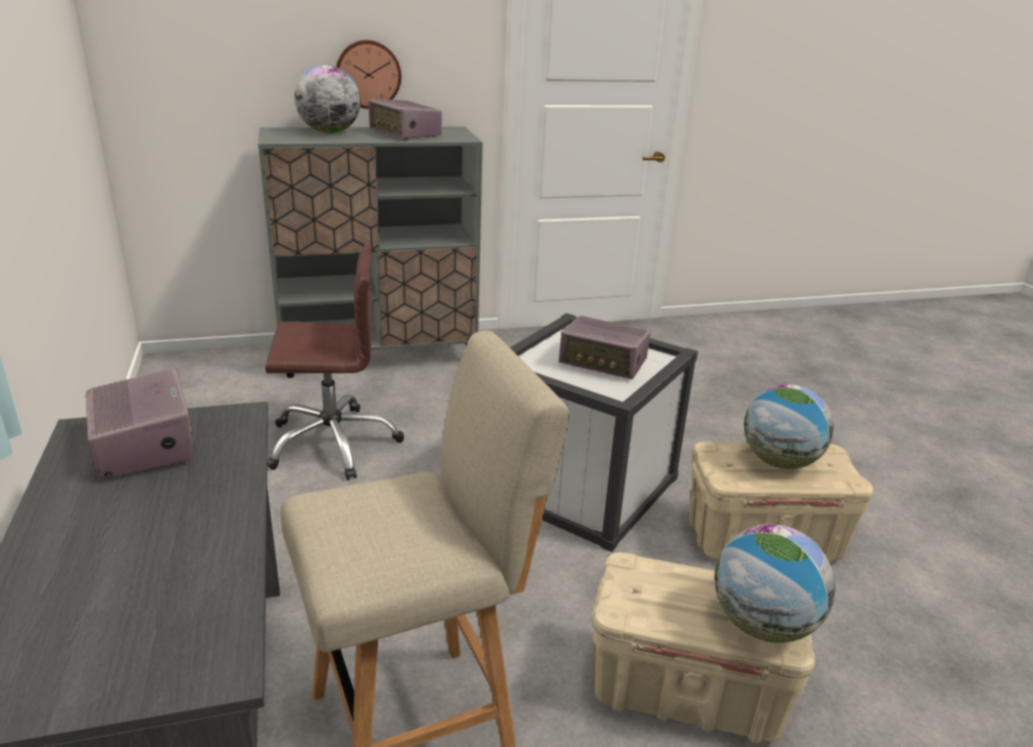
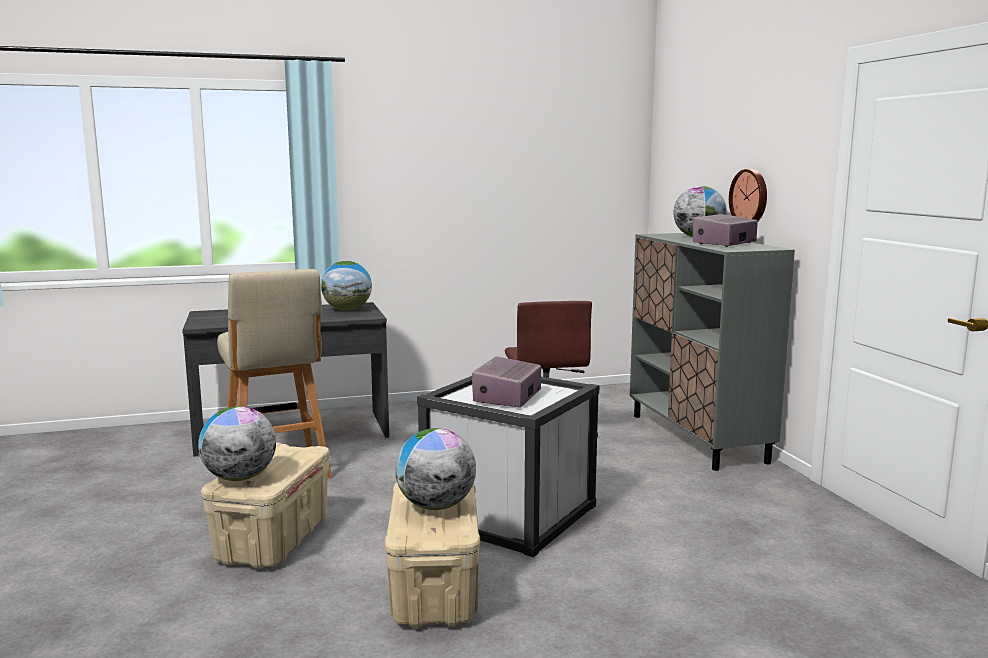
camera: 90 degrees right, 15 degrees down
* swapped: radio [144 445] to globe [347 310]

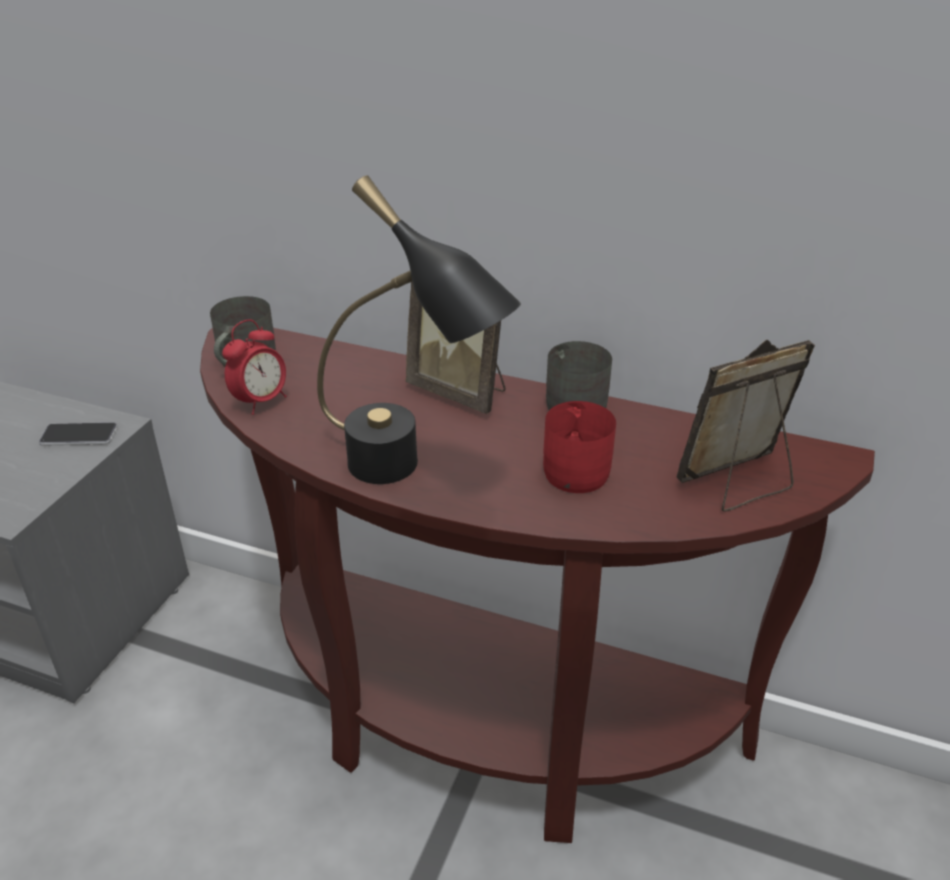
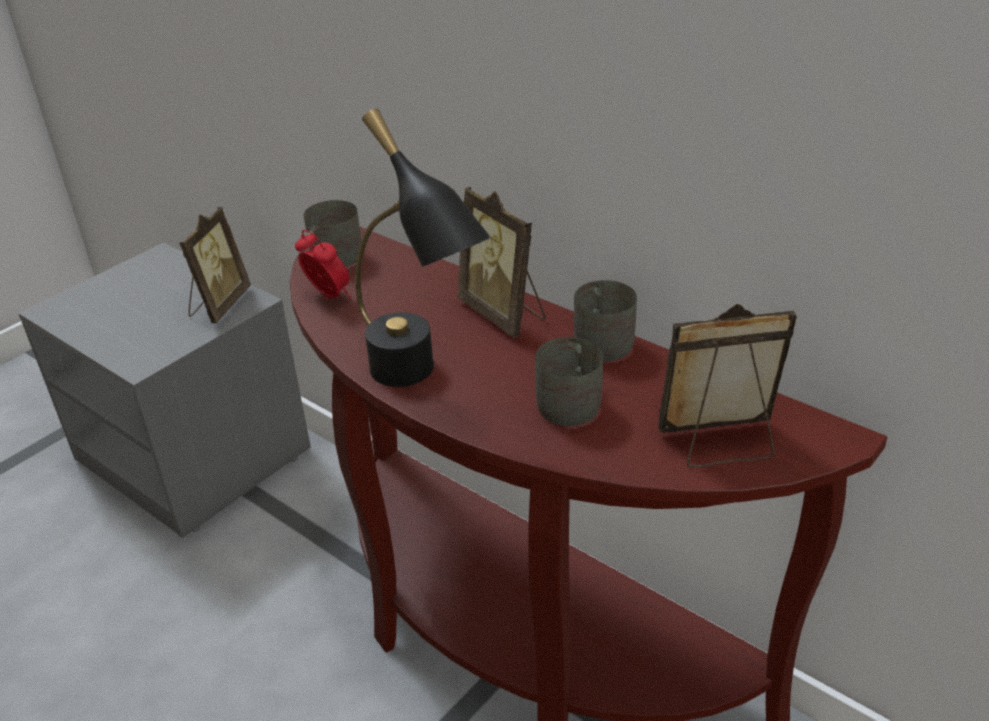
camera: 20 degrees right, 0 degrees up
* swapped: phone [79 435] to picture frame [219 305]
* rotated: alarm clock [261 401] = [328 297] 105 degrees counterclockwise
* repainted: red mug [577 467] to grey mug [573 401]

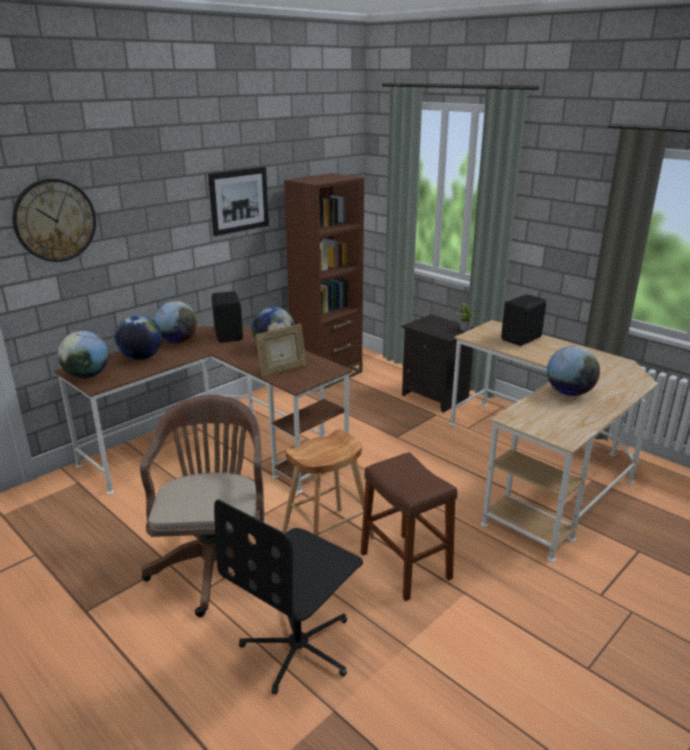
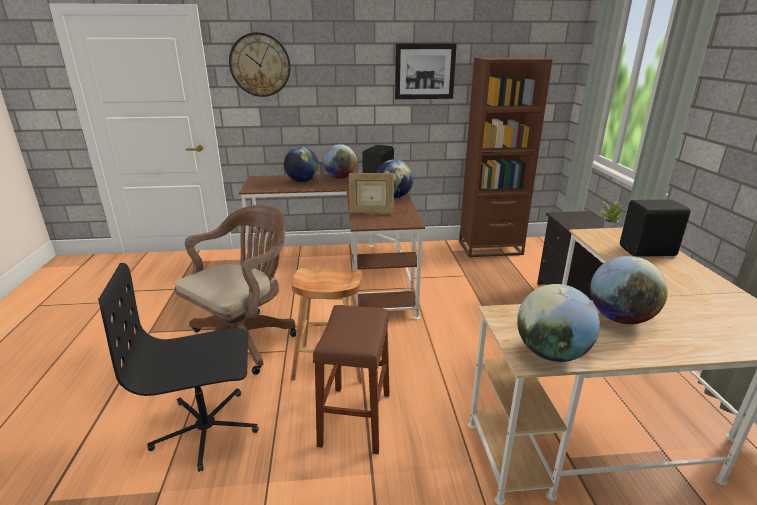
camera: 40 degrees right, 0 degrees up
* shifted: globe [87 376] to [551 353]

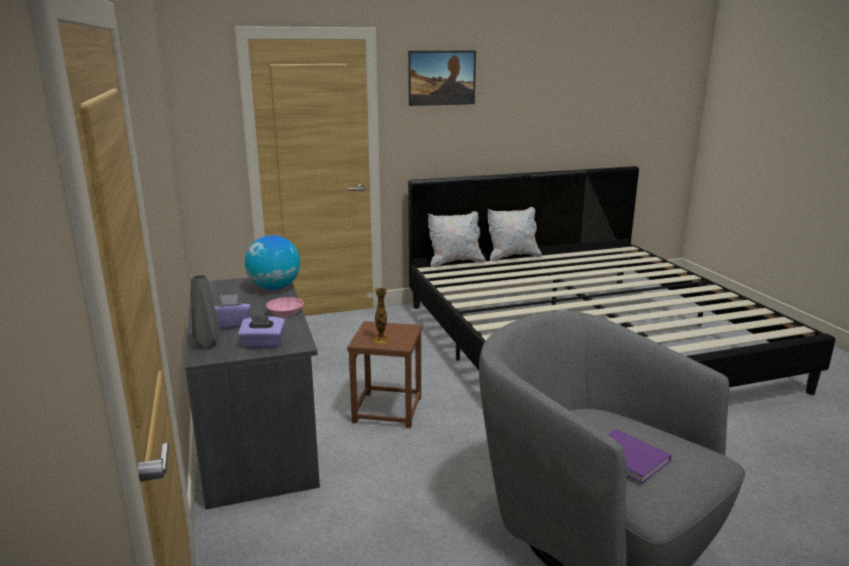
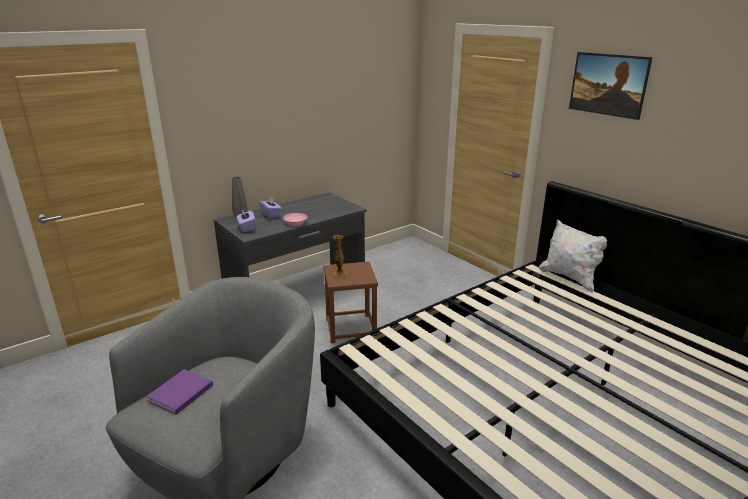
camera: 70 degrees right, 5 degrees up
* gone: globe [274 287]
* gone: white pillow [512 257]

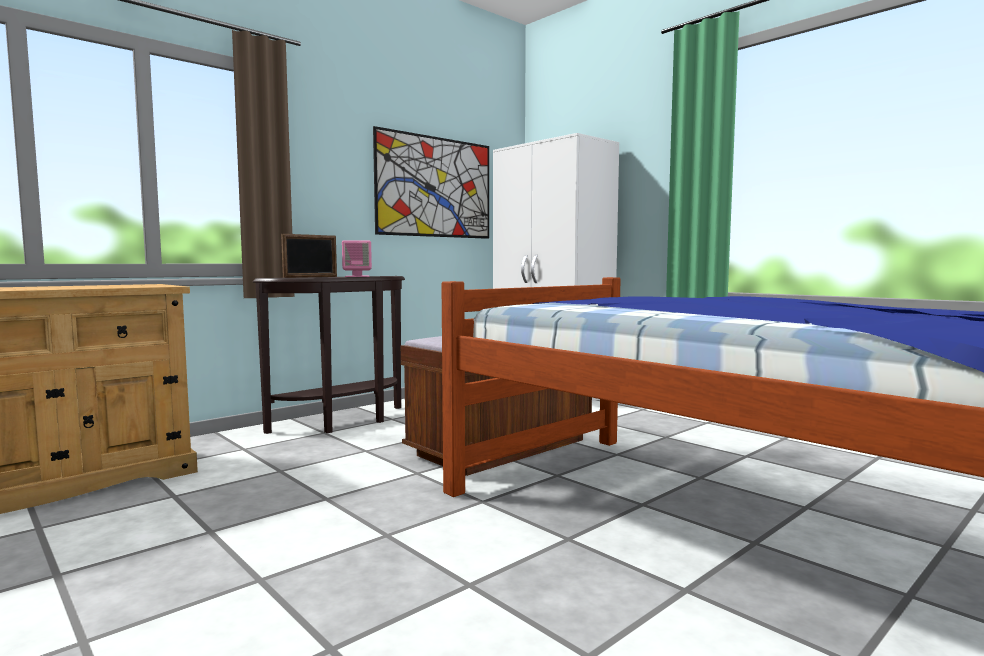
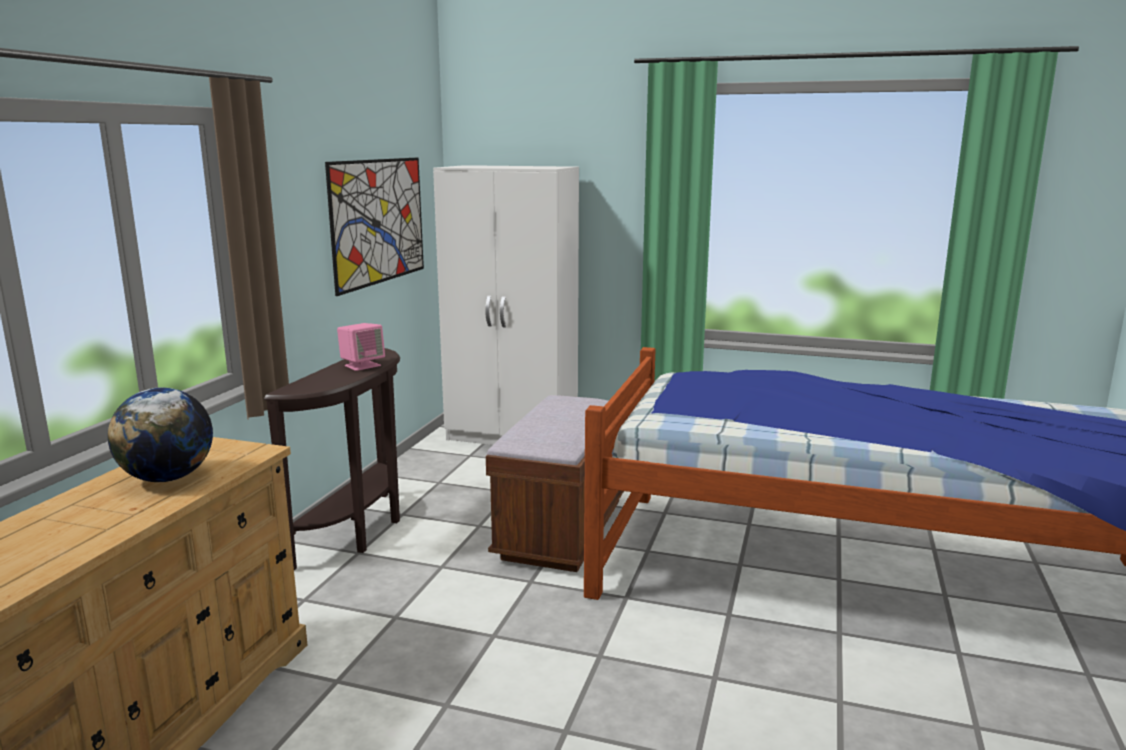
camera: 30 degrees left, 10 degrees up
* gone: picture frame [311 277]
* new: globe [168 478]

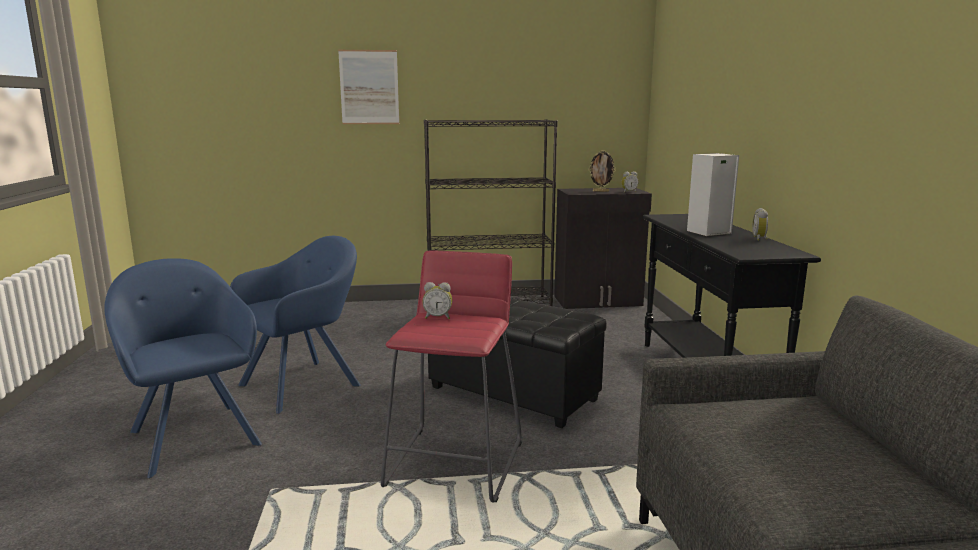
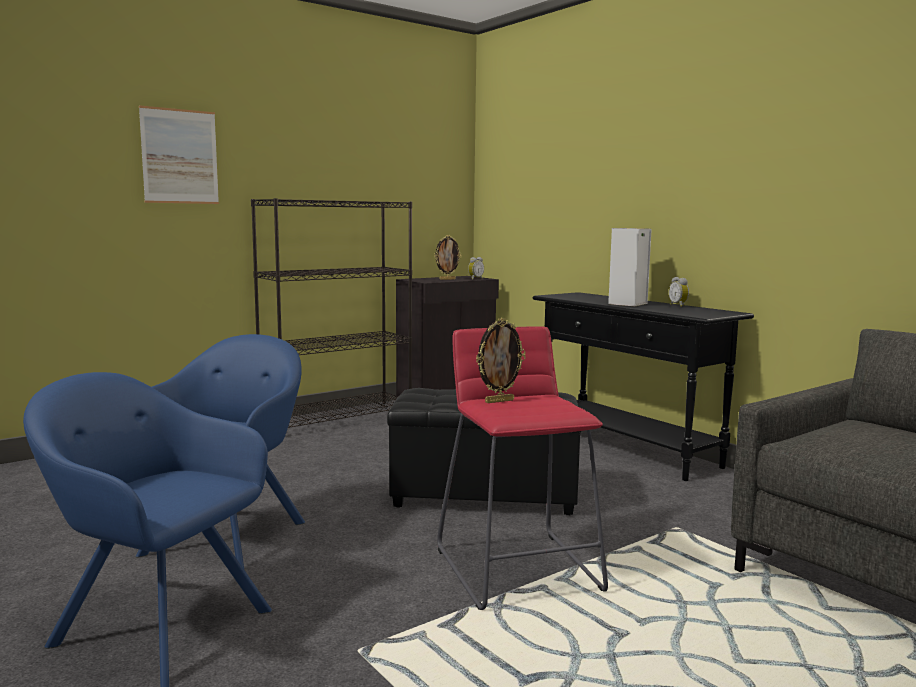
camera: 30 degrees left, 5 degrees down
* swapped: alarm clock [438 317] to picture frame [499 401]

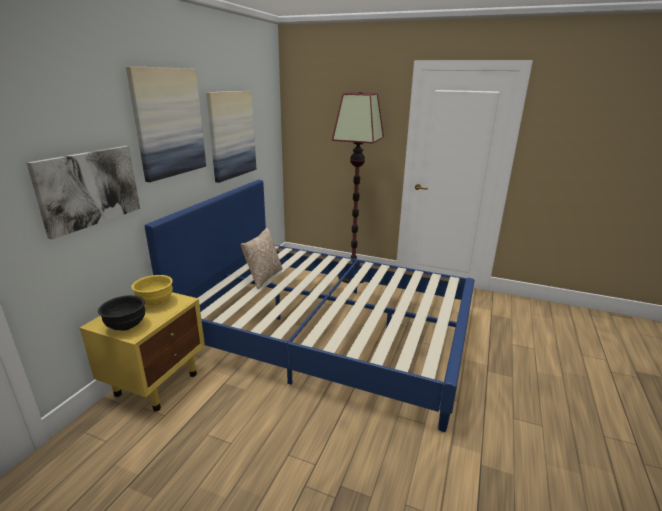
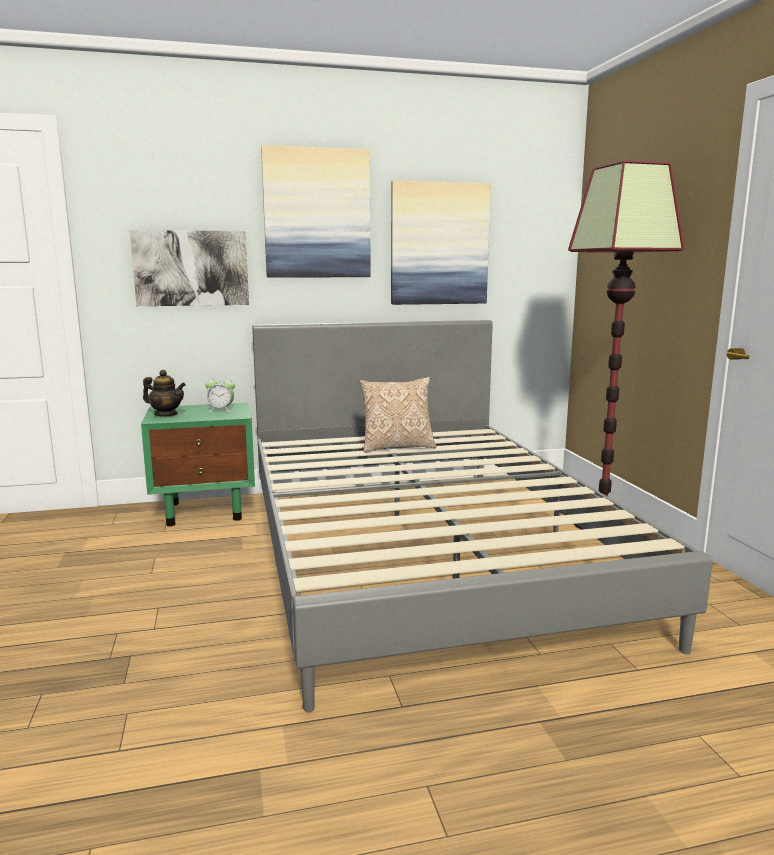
camera: 55 degrees right, 10 degrees down
* repainted: yellow nightstand [157 383] to green nightstand [206 511]
* swapped: black bowl [126 326] to teapot [166 415]
* swapped: yellow bowl [155 302] to alarm clock [221 410]
* repainted: blue bed [328 331] to grey bed [424 554]

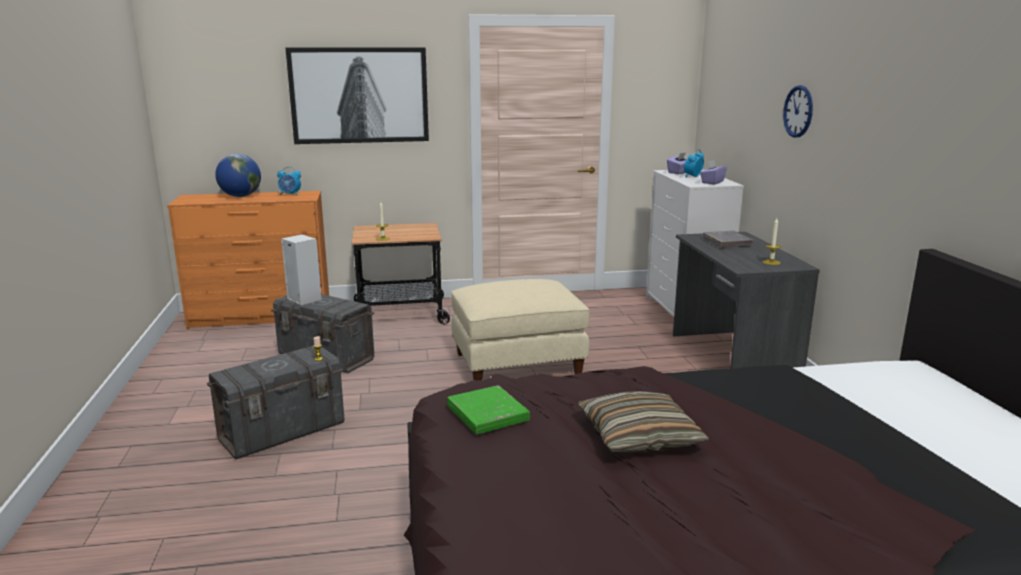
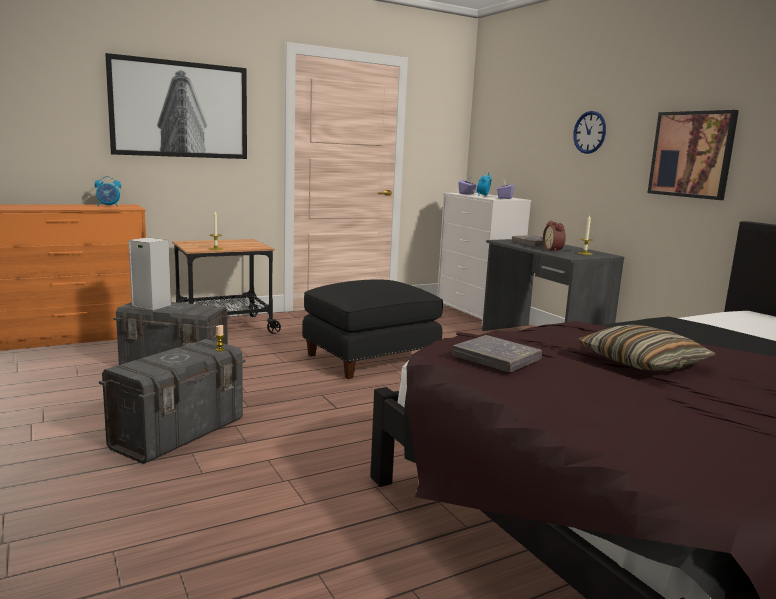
camera: 20 degrees left, 5 degrees down
* gone: globe [240 196]
* repainted: green book [487 414] to grey book [496 359]
* repainted: beige ottoman [518 363] to black ottoman [370 358]
* new: alarm clock [554 250]
* new: picture [691 154]

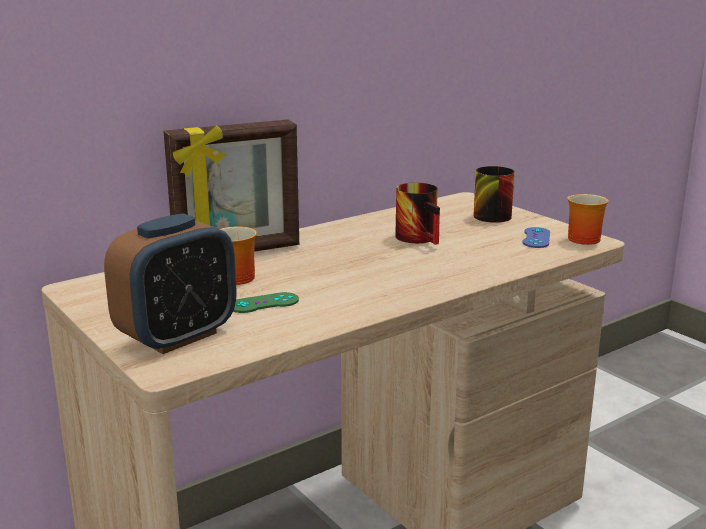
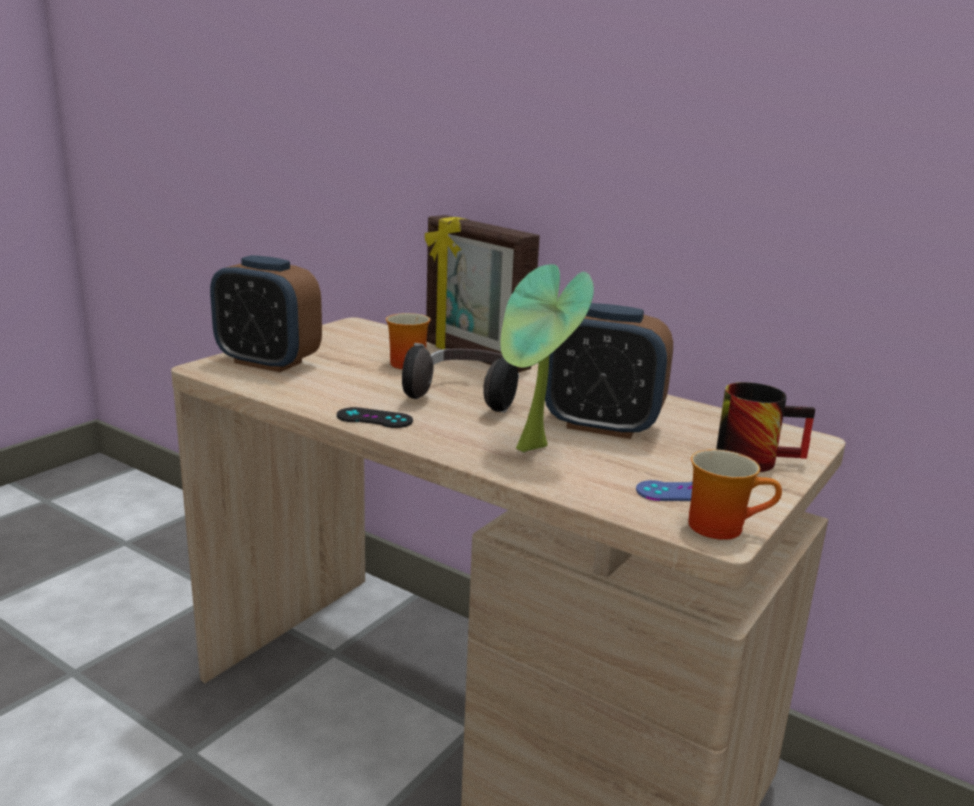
camera: 70 degrees right, 0 degrees up
* gone: green game controller [264 303]
* swapped: mug [423 238] to alarm clock [602 426]
* new: black game controller [374 418]
* new: headphones [466 397]
* new: potted plant [532 450]

